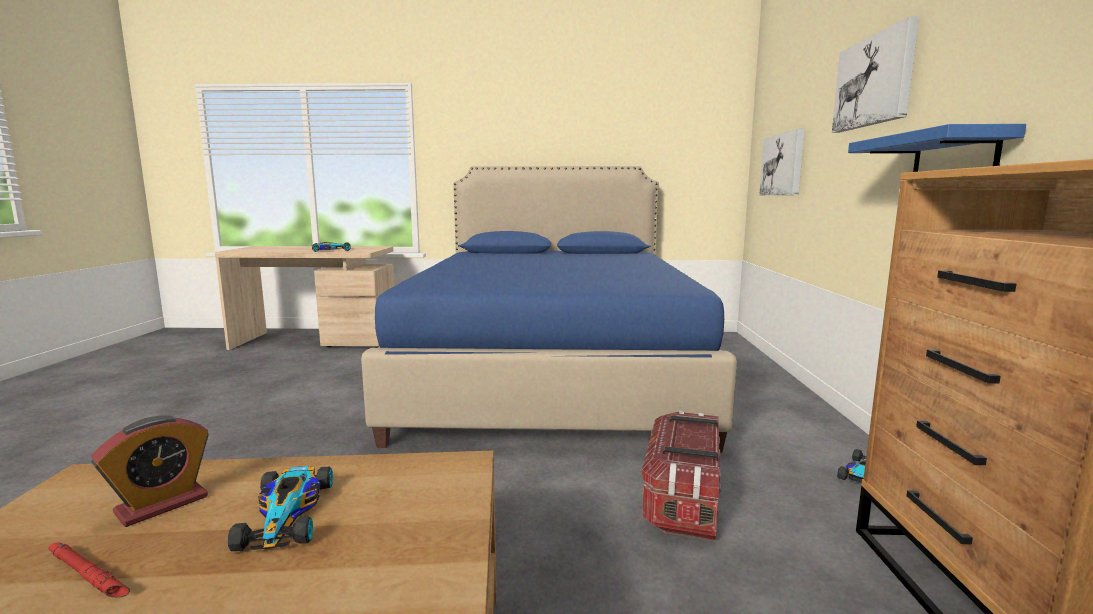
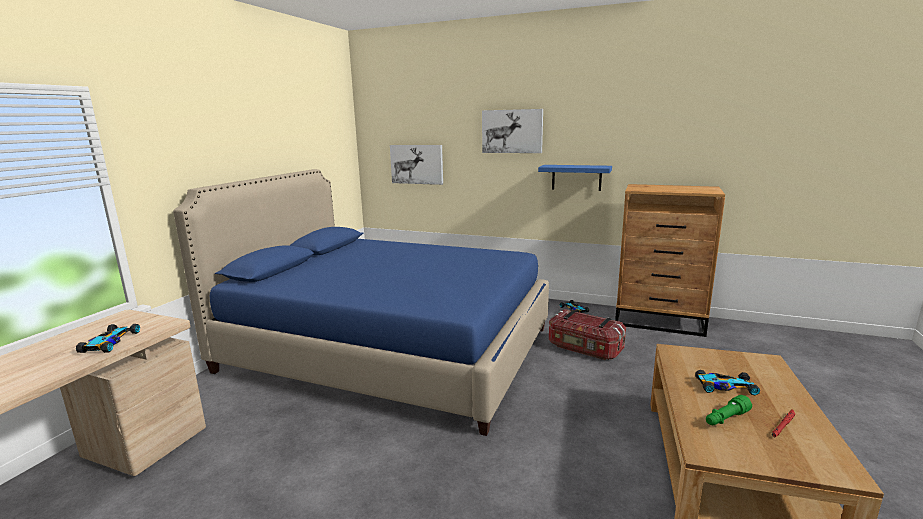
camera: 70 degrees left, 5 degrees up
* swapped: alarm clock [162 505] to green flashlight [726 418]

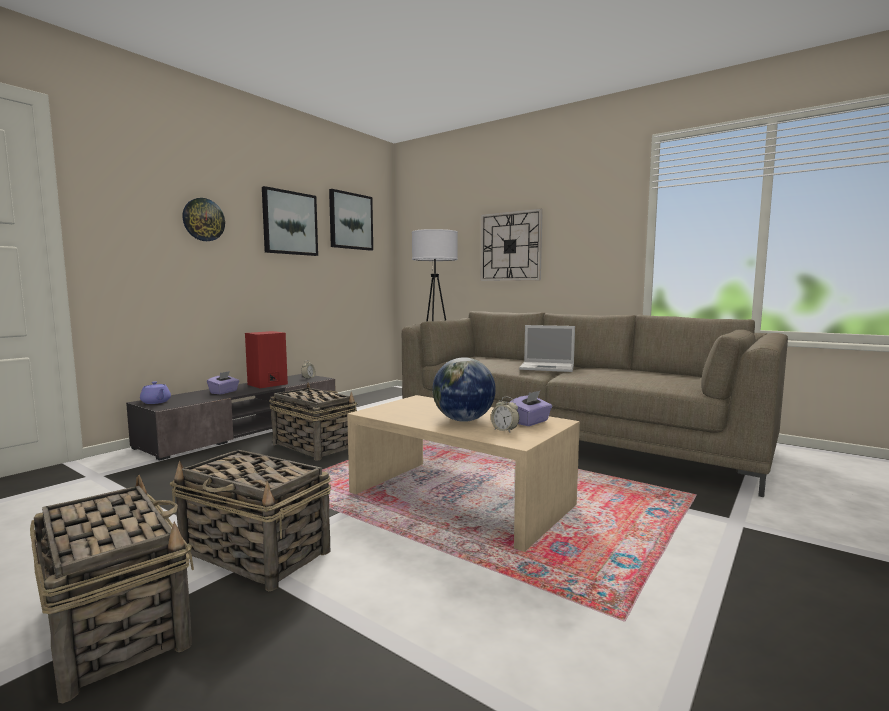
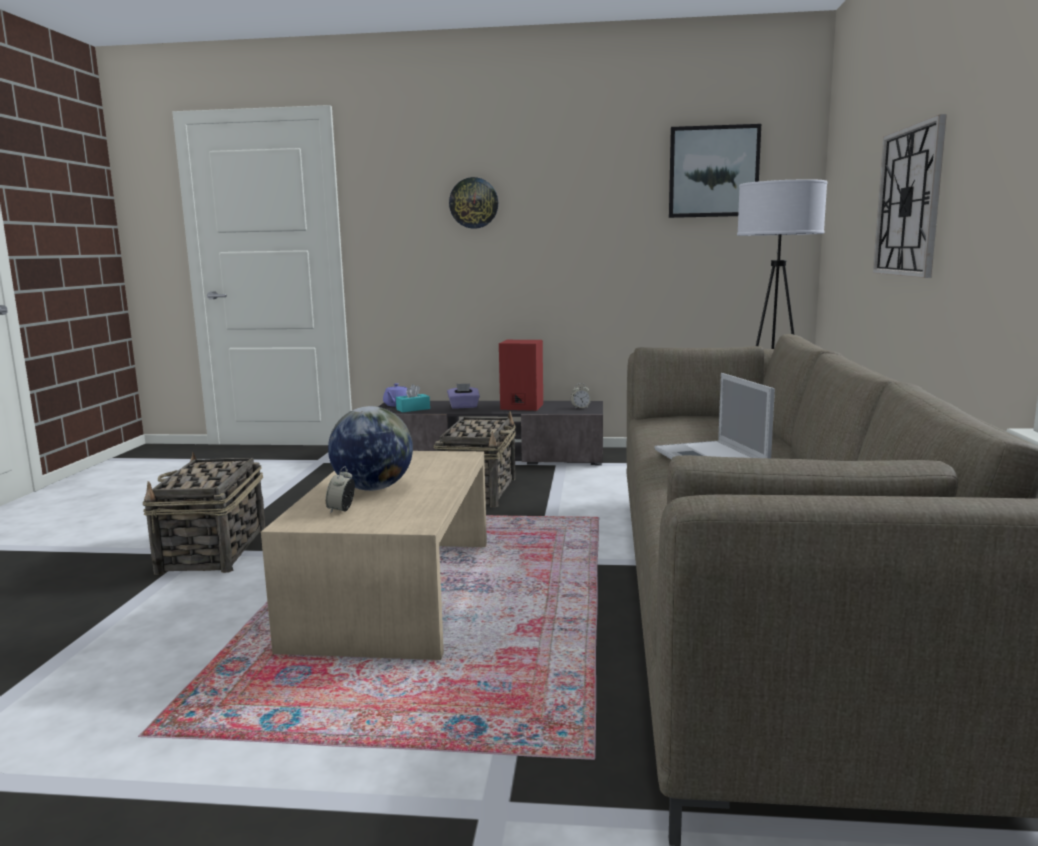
camera: 60 degrees right, 5 degrees up
* gone: basket [114 625]
* gone: picture [289 223]
* gone: purple tissue box [530 422]
* new: turquoise tissue box [413 409]

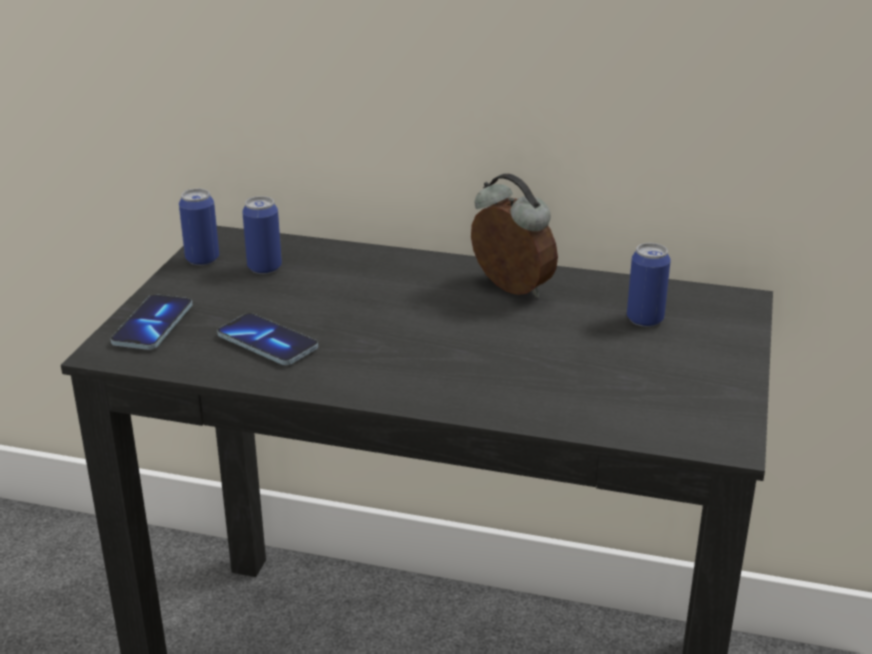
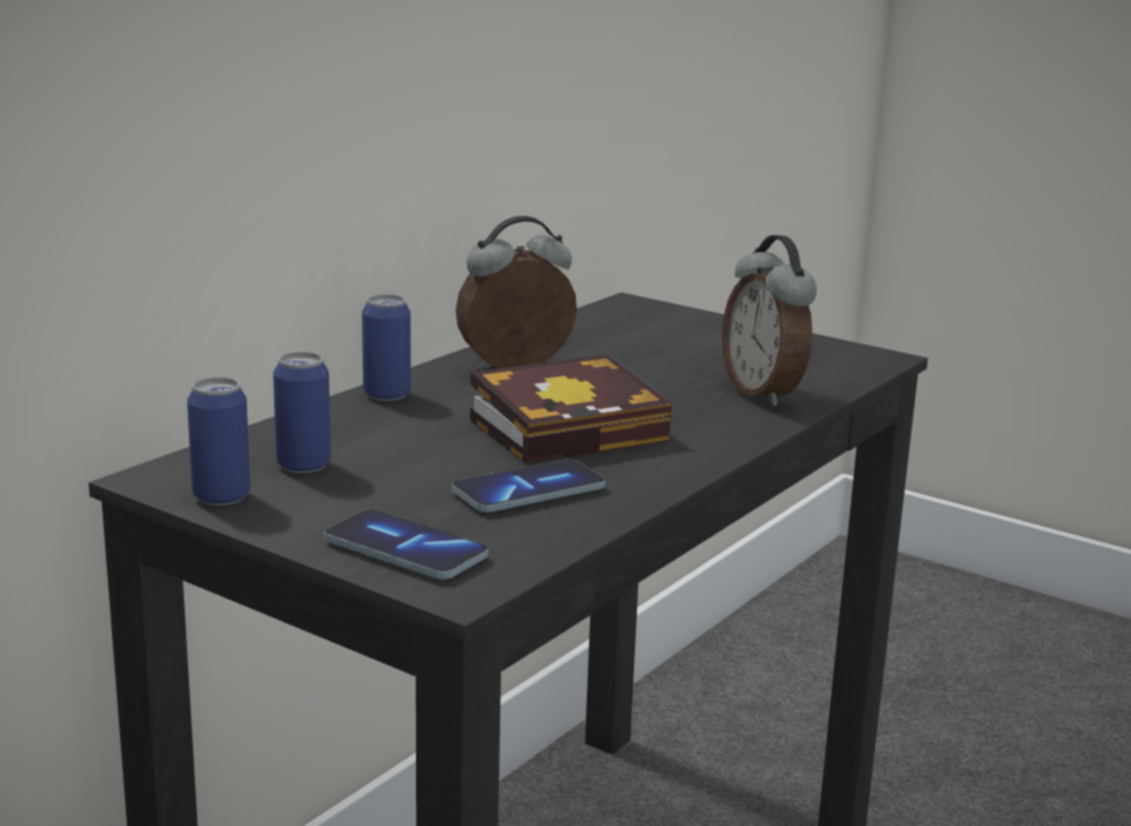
camera: 70 degrees left, 10 degrees down
* shifted: can [645 319] to [387 394]
* new: book [574 428]
* new: alarm clock [764 393]

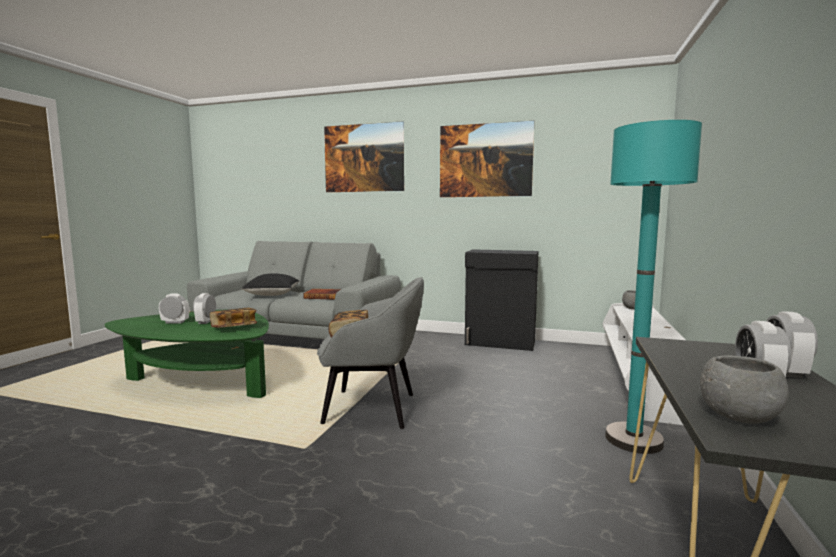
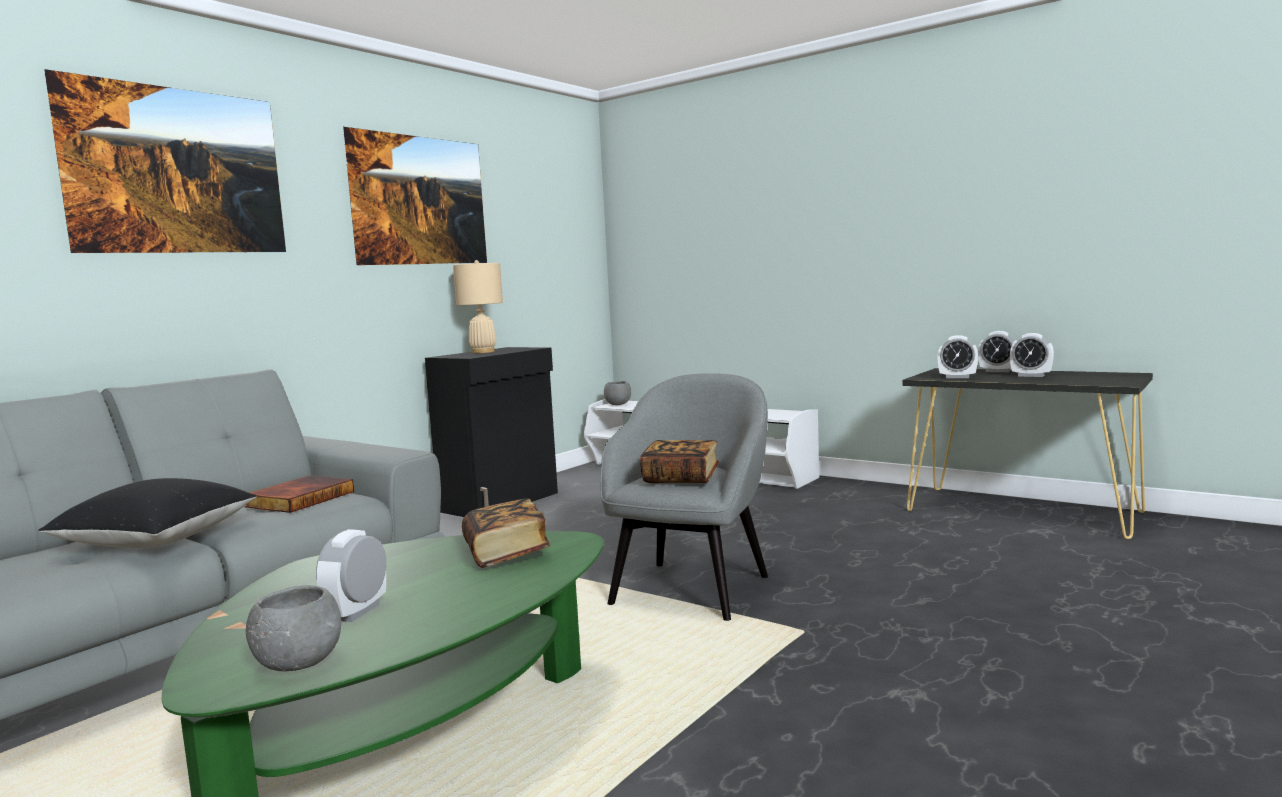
camera: 70 degrees left, 0 degrees up
* shifted: alarm clock [206 322] to [957 377]
* gone: turquoise floor lamp [633 440]
* shifted: grey bowl [740 417] to [300 663]
* new: beige table lamp [483 352]

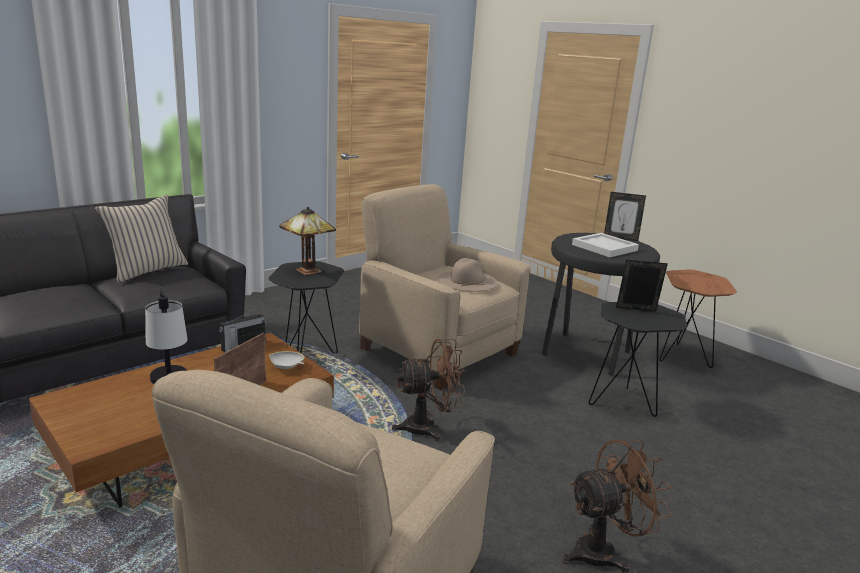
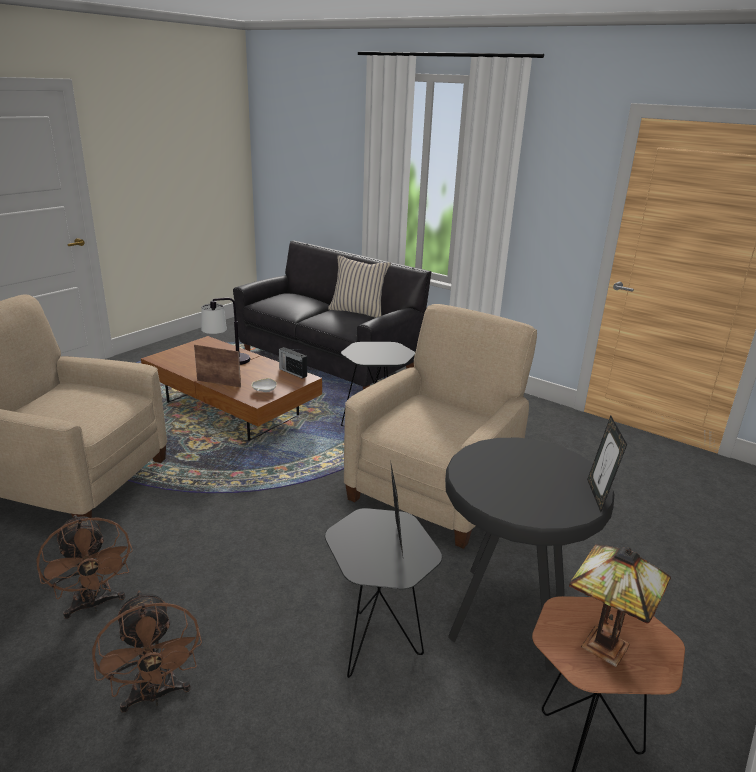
camera: 80 degrees right, 5 degrees up
* shifted: table lamp [307 272] to [601 646]
* shifted: brown fan [428 427] to [155 695]
* gone: beige hat [467 281]
* gone: white tray [604 247]

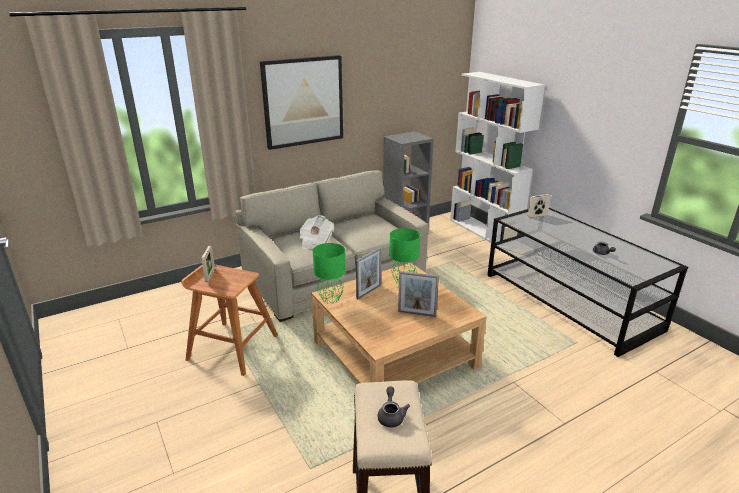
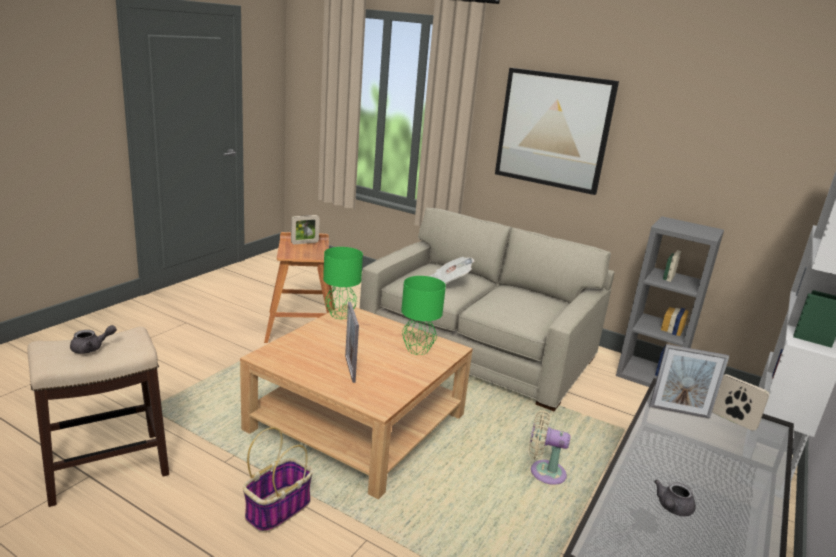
camera: 60 degrees right, 5 degrees down
* shifted: picture frame [369 292] to [679 411]
* new: basket [278 509]
* new: beige fan [543 472]

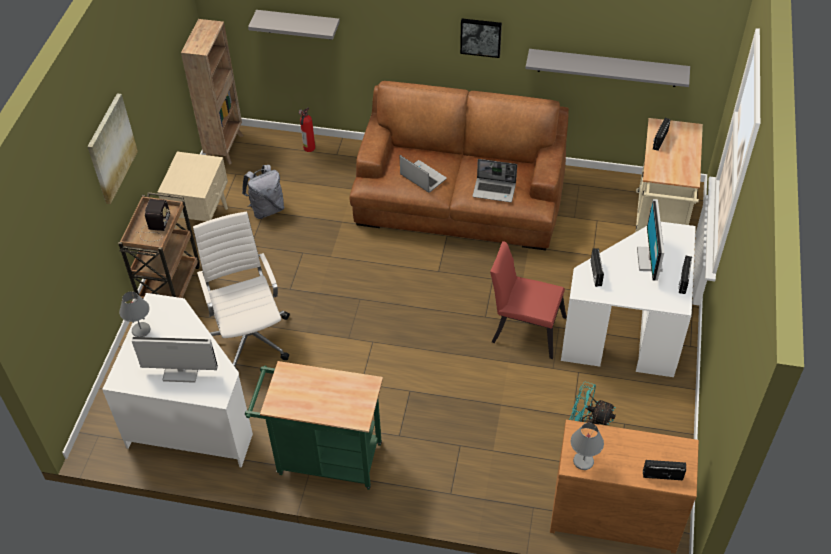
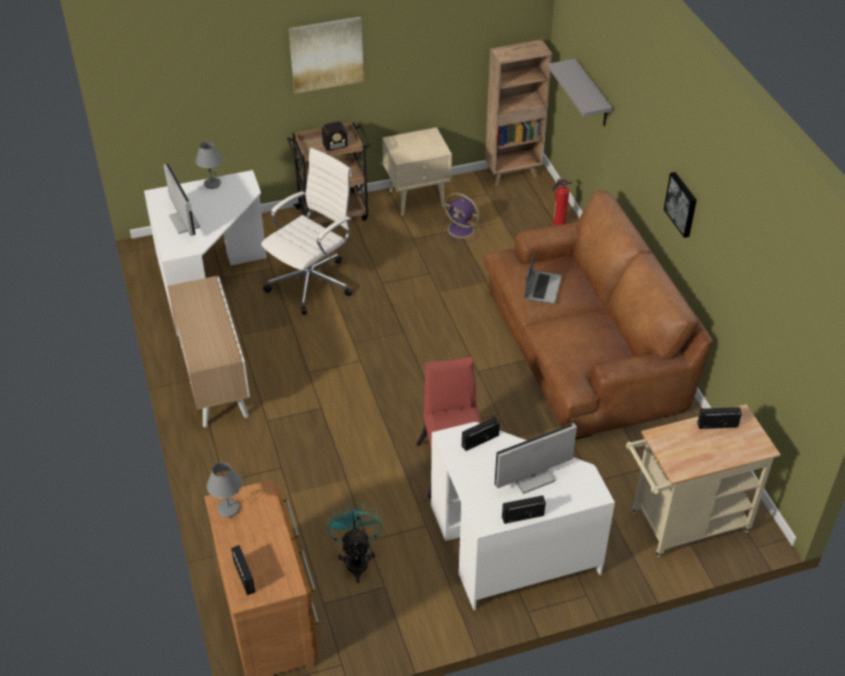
camera: 60 degrees right, 5 degrees down
* swapped: grey backpack [267 209] to purple fan [462 230]
* swapped: green cart [323 458] to cabinet [214 381]
* gone: laptop [494 190]
* gone: grey shelf [607 68]

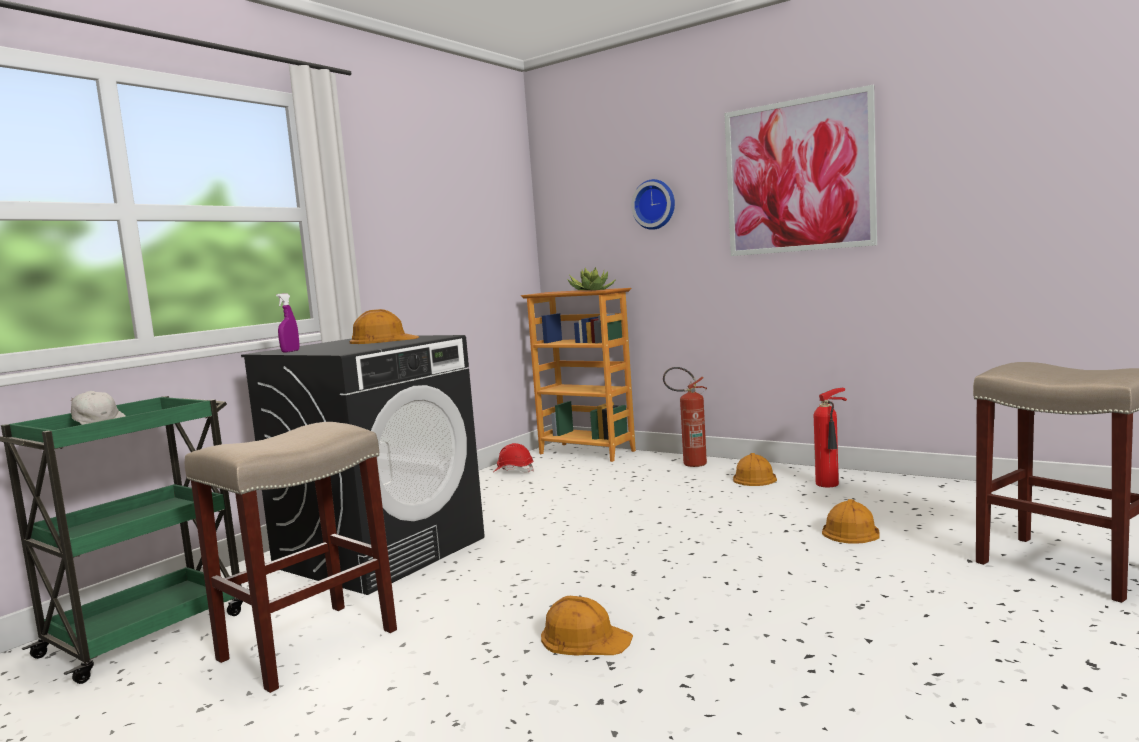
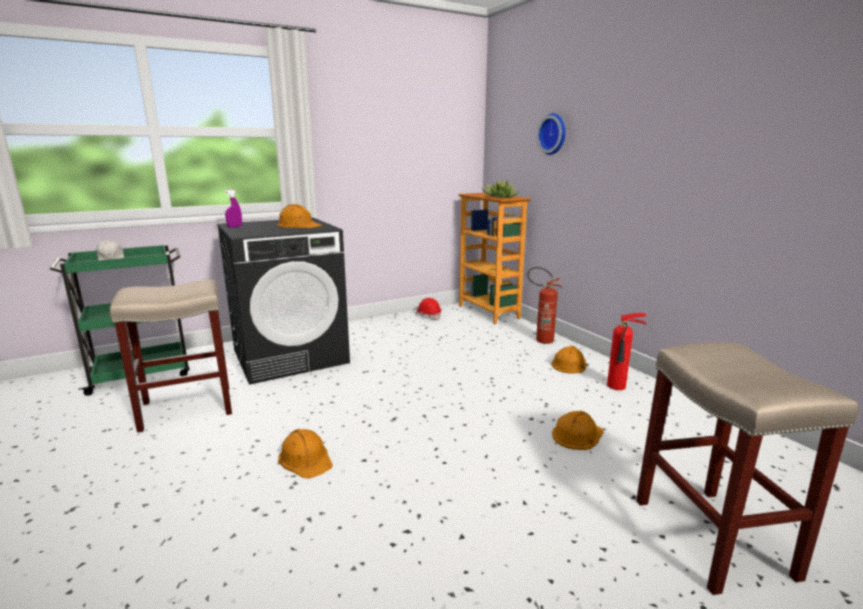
camera: 25 degrees right, 10 degrees up
* gone: picture [798 176]

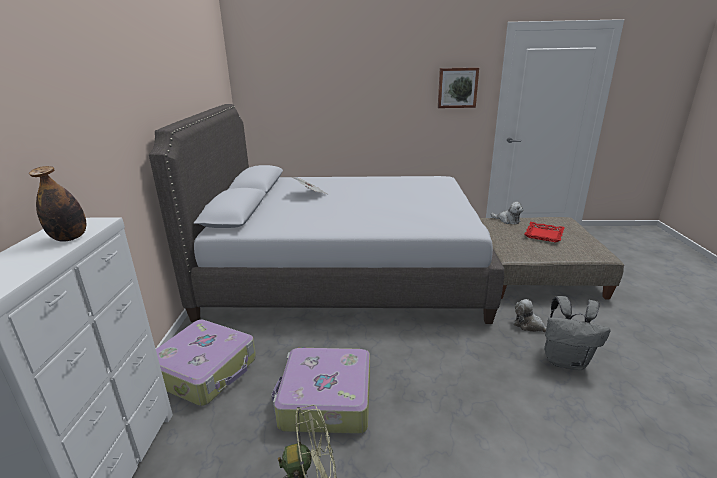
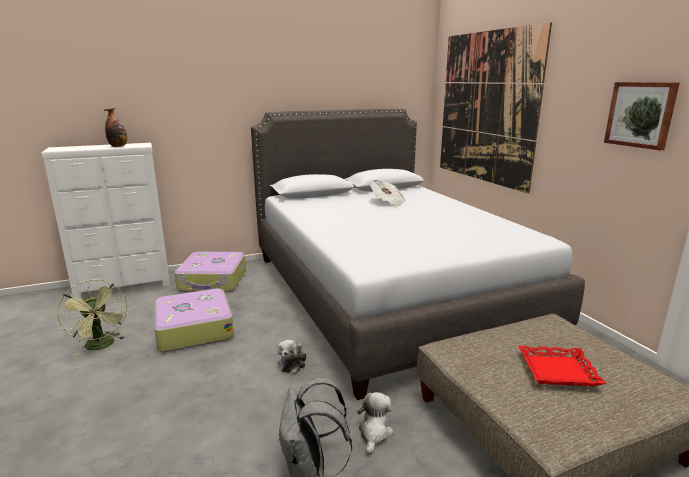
camera: 65 degrees right, 5 degrees down
* shifted: plush toy [507 220] to [292 363]
* new: picture [486 108]

